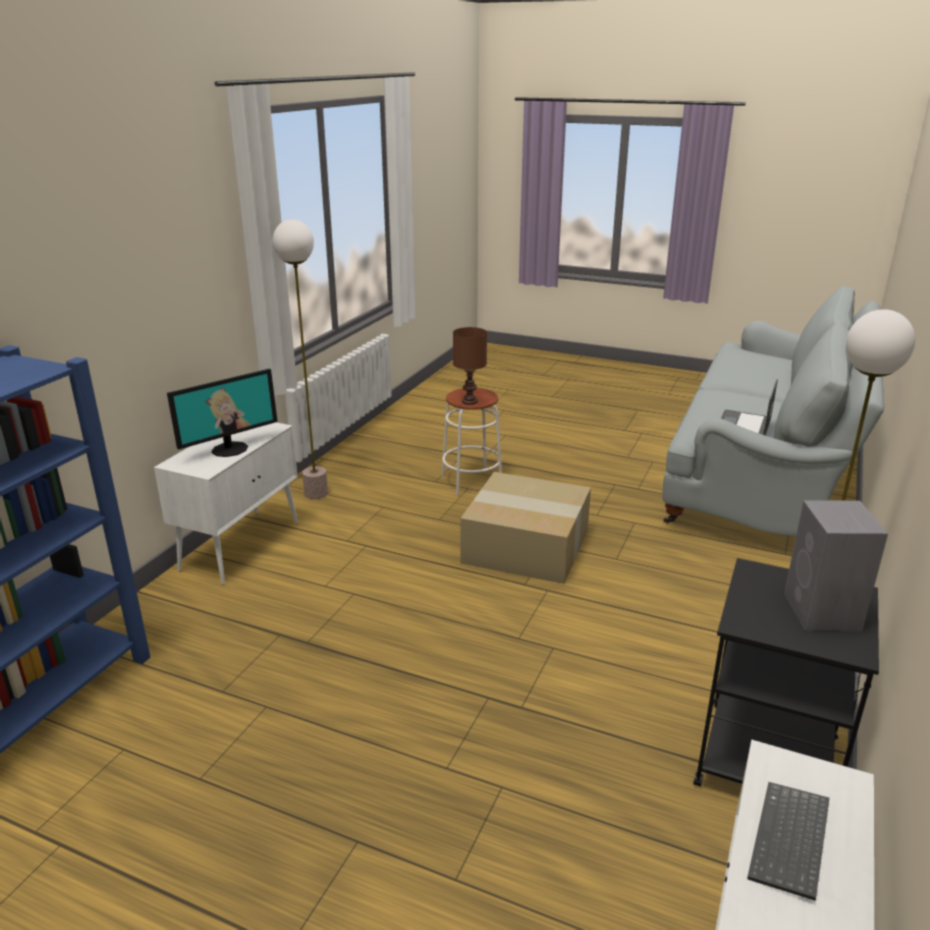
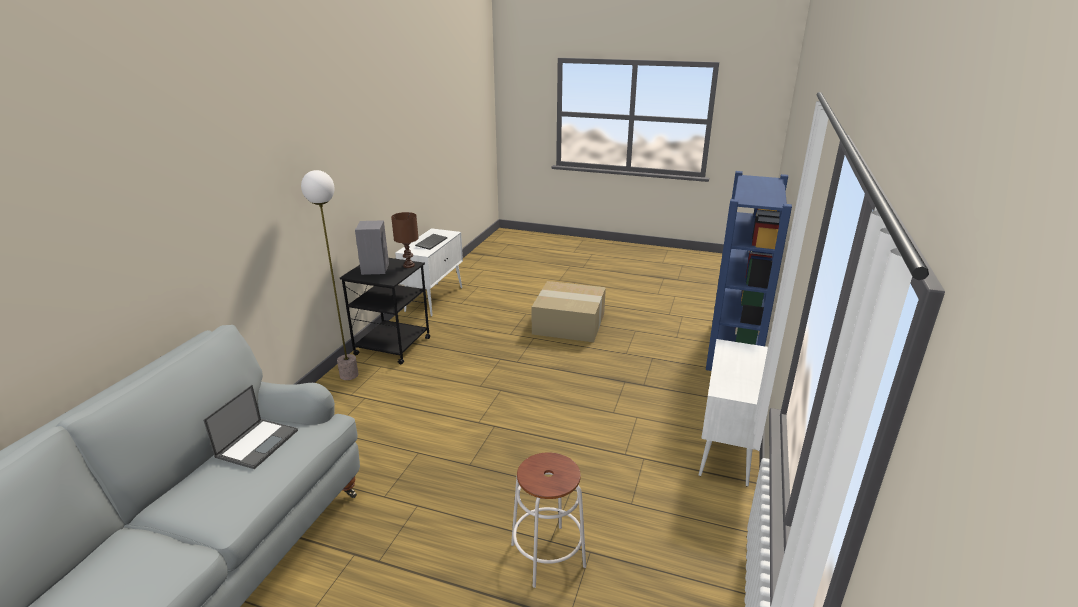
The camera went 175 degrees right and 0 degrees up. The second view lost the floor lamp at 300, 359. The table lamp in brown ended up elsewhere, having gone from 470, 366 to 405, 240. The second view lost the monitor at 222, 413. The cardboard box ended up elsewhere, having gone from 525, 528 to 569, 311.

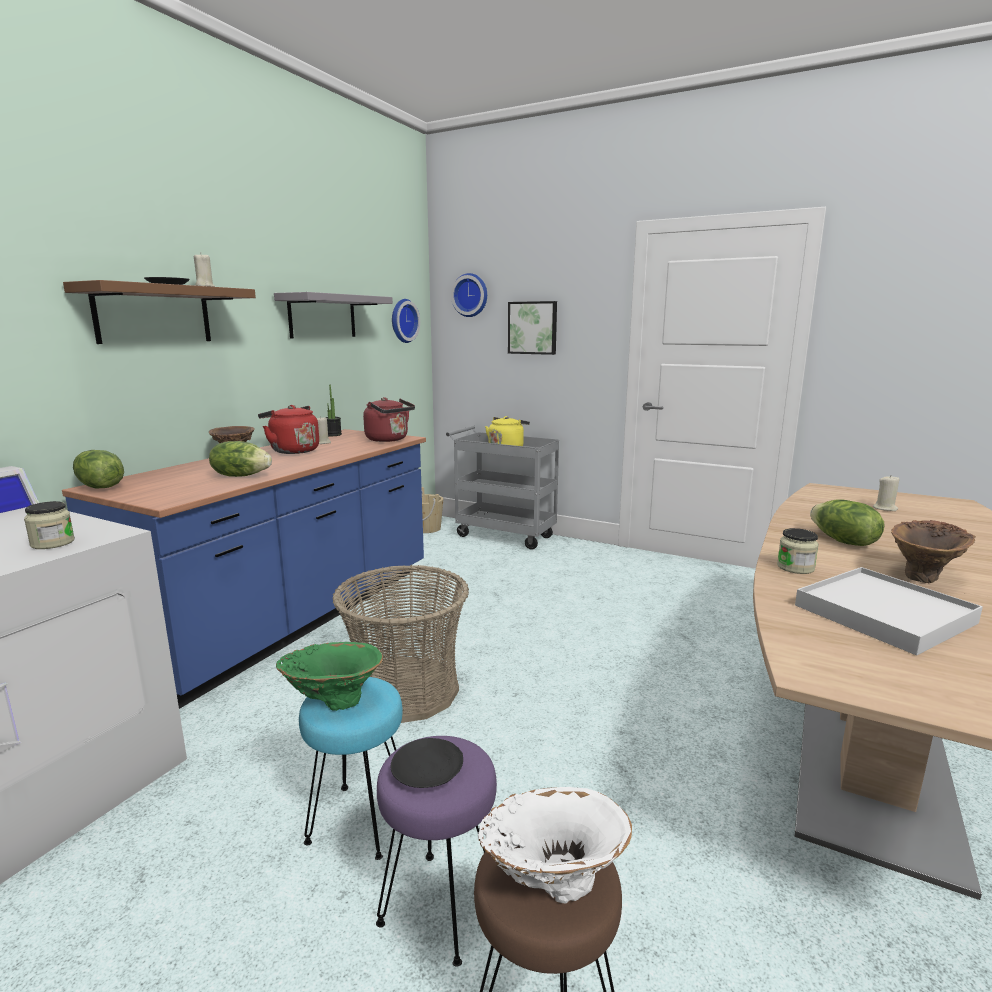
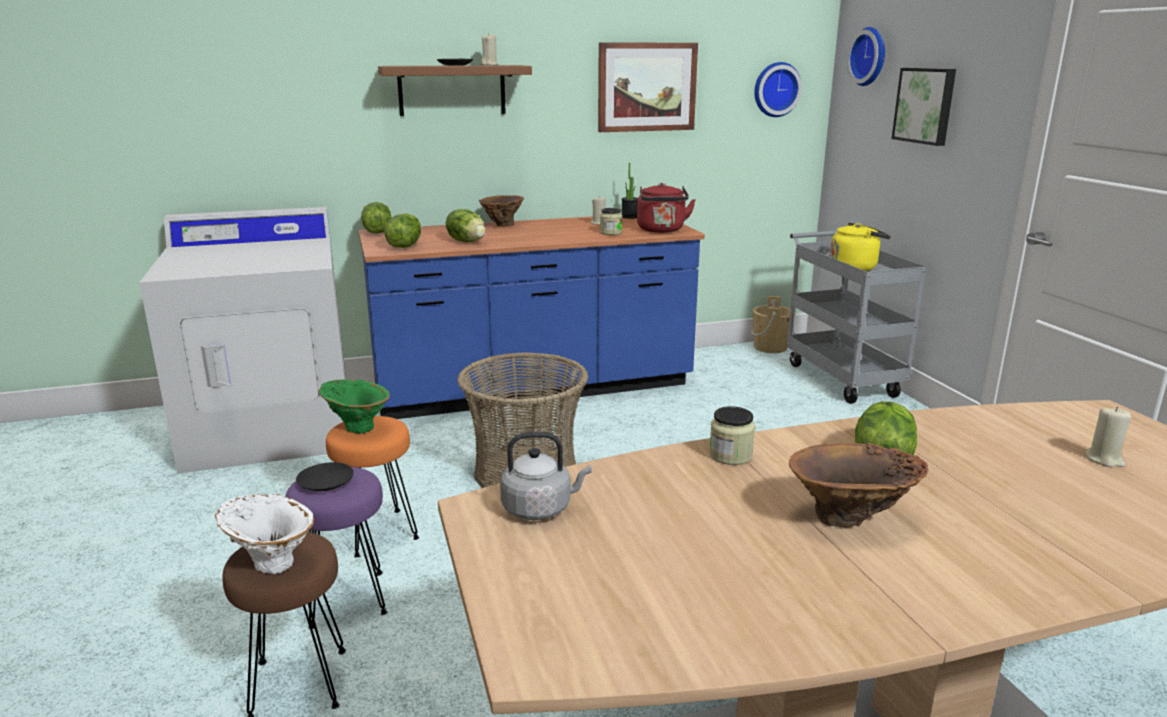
The camera went 45 degrees right and 5 degrees up. Where the shelf in grey hung at 333, 315, the picture came to hang at 648, 87. The second view lost the kettle in red at 288, 429. The jar ended up elsewhere, having gone from 49, 525 to 611, 221. The second view lost the tray in white at 889, 611. What was the stool in turquoise at 350, 768 turned into the stool in orange at 372, 486. The second view gained the lettuce at 402, 231. The second view gained the kettle in grey at 546, 476.

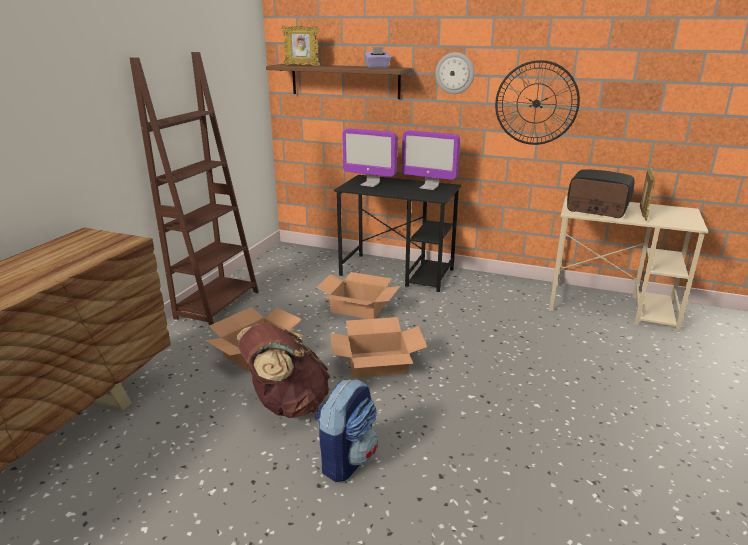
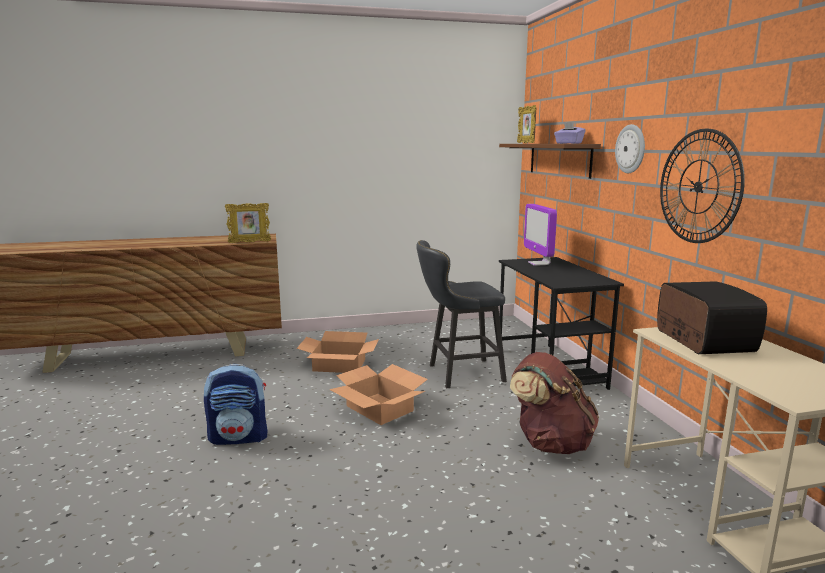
The camera went 55 degrees right and 10 degrees down. The second view lost the bookcase in brown at 194, 188. The second view lost the monitor at 431, 160. The picture frame ended up elsewhere, having gone from 648, 194 to 248, 223. Where the cardboard box stood at 358, 295, the stool in grey came to stand at 461, 314. The backpack in brown ended up elsewhere, having gone from 283, 370 to 554, 403.

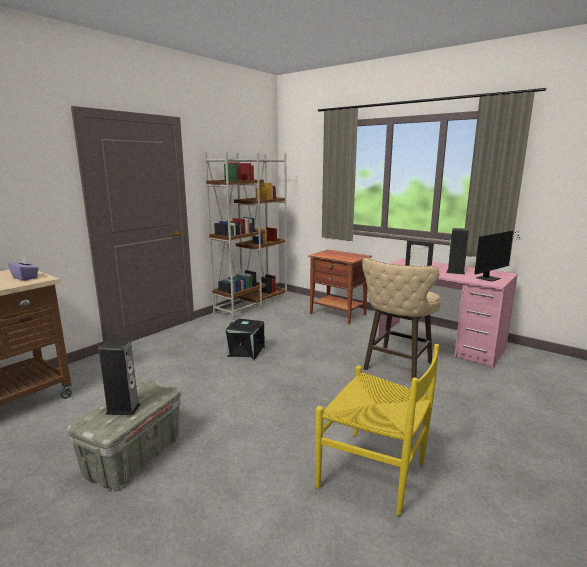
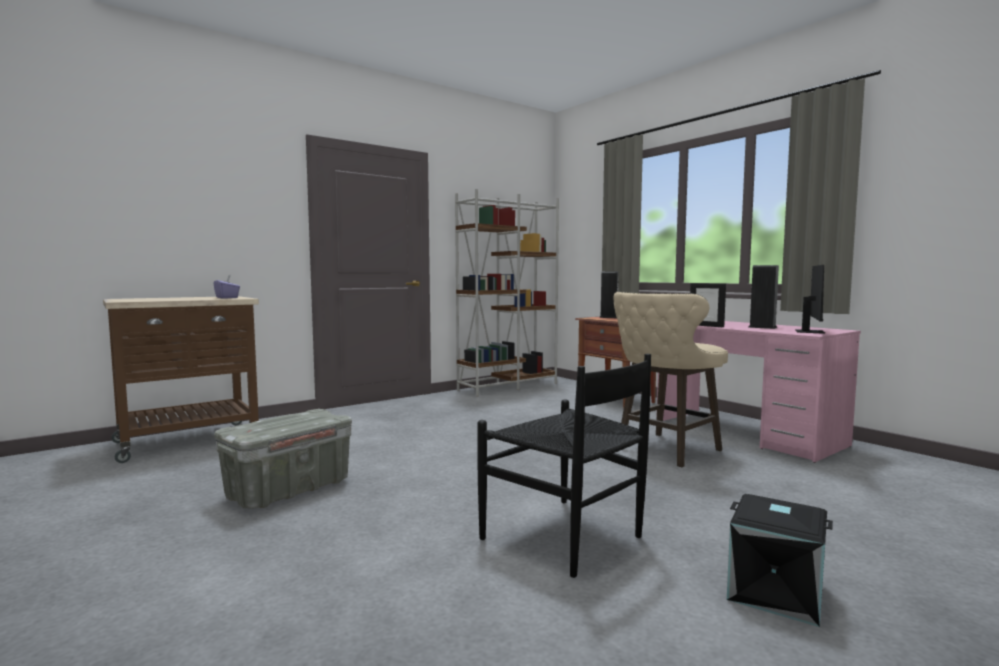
The camera went 15 degrees right and 10 degrees down. The monitor at 496, 256 ended up facing another way, 45 degrees counterclockwise from before. The storage box in black ended up elsewhere, having gone from 245, 339 to 780, 560. The speaker ended up elsewhere, having gone from 120, 378 to 608, 294. What was the chair in yellow at 377, 430 turned into the chair in black at 564, 466.

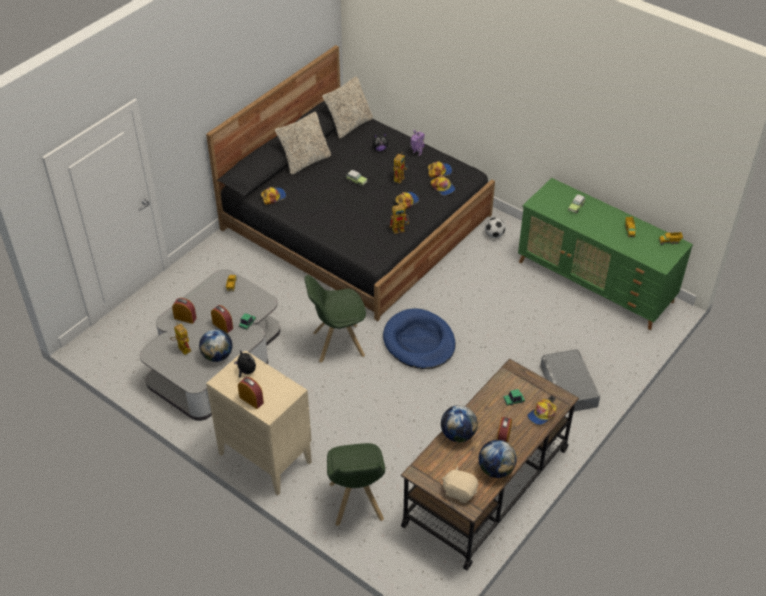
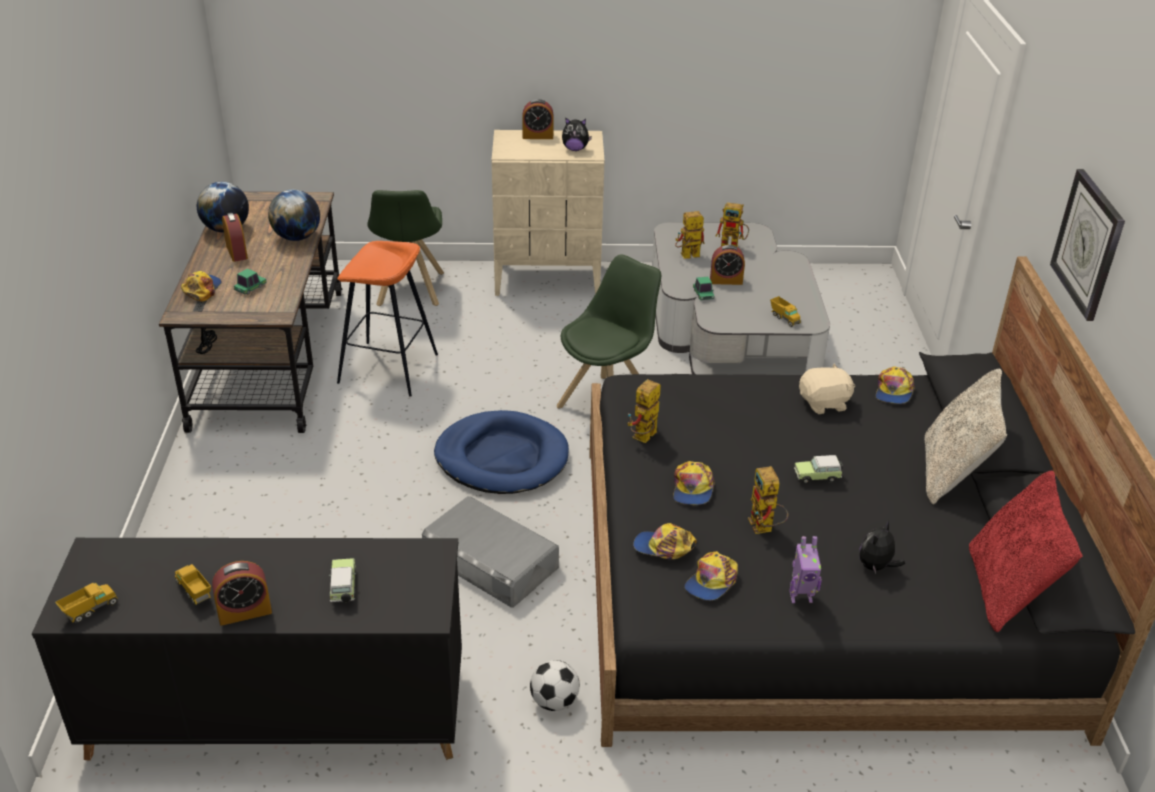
The camera went 140 degrees right and 10 degrees down. What was the pillow in beige at 347, 107 turned into the pillow in red at 1025, 551. What was the dresser in green at 605, 254 turned into the dresser in black at 247, 649. The alarm clock ended up elsewhere, having gone from 184, 311 to 242, 593. Where the globe stood at 216, 345, the toy robot came to stand at 690, 235. The storage box in grey ended up elsewhere, having gone from 570, 381 to 490, 552. The chair in green at 356, 484 ended up facing another way, 135 degrees counterclockwise from before. The plush toy in beige ended up elsewhere, having gone from 460, 484 to 827, 388. The second view gained the wall clock at 1087, 245. The second view gained the stool in orange at 387, 319.

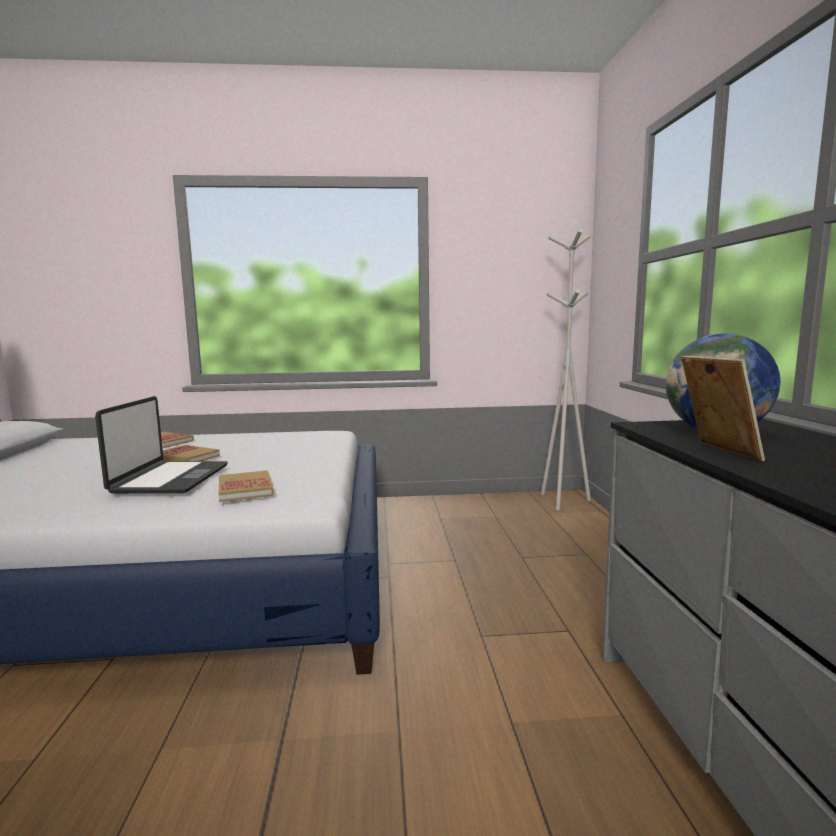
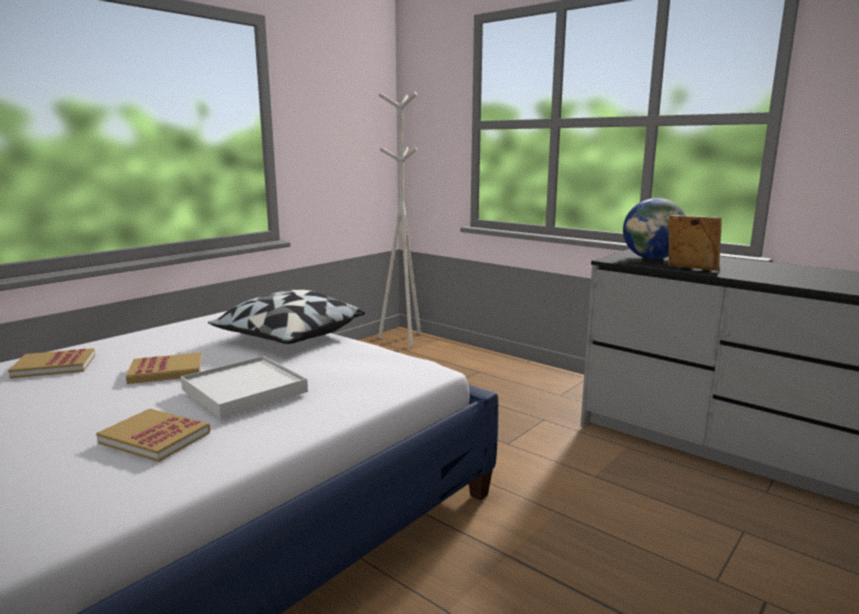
The camera went 45 degrees left and 5 degrees up. Where the laptop stood at 161, 445, the tray in white came to stand at 244, 387. The book ended up elsewhere, having gone from 246, 486 to 153, 435. The second view gained the pillow at 286, 316.

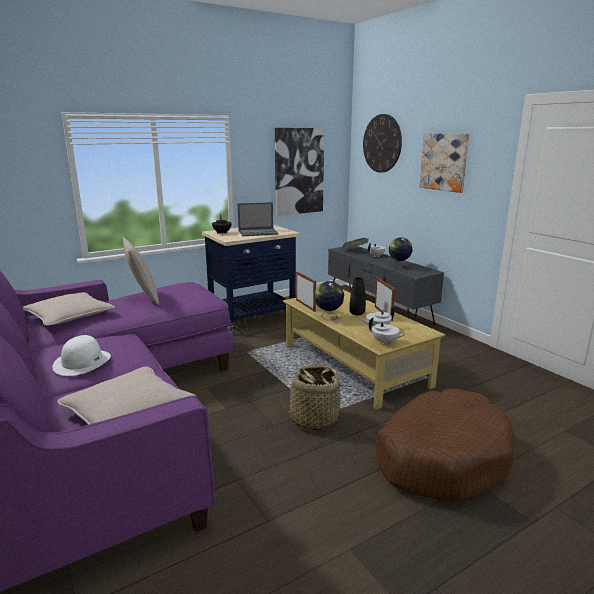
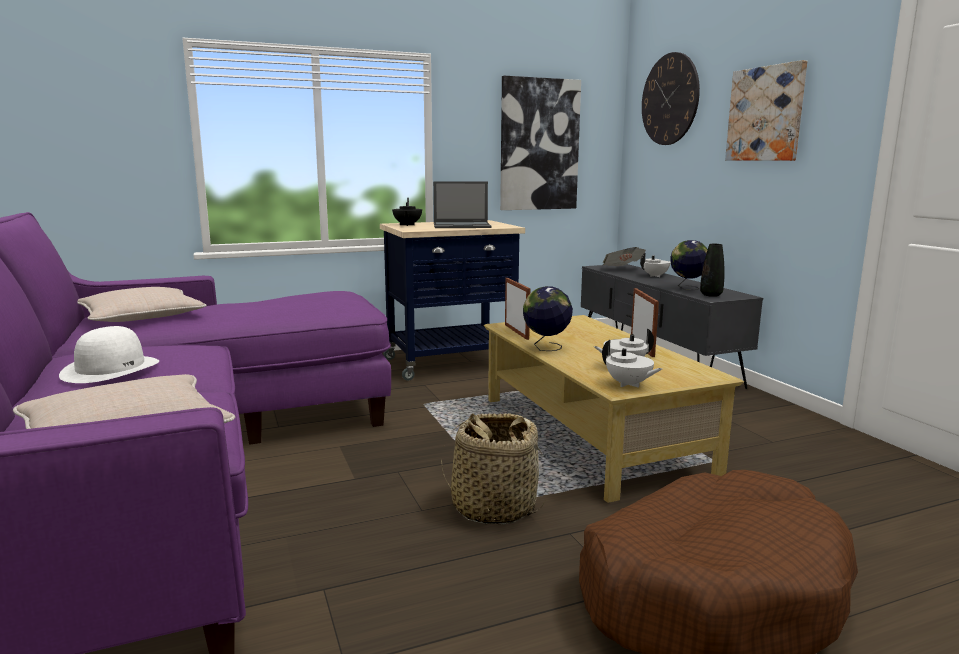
The camera went 10 degrees right and 5 degrees down. The second view lost the pillow in beige at 141, 271. The vase in black ended up elsewhere, having gone from 357, 296 to 712, 270.

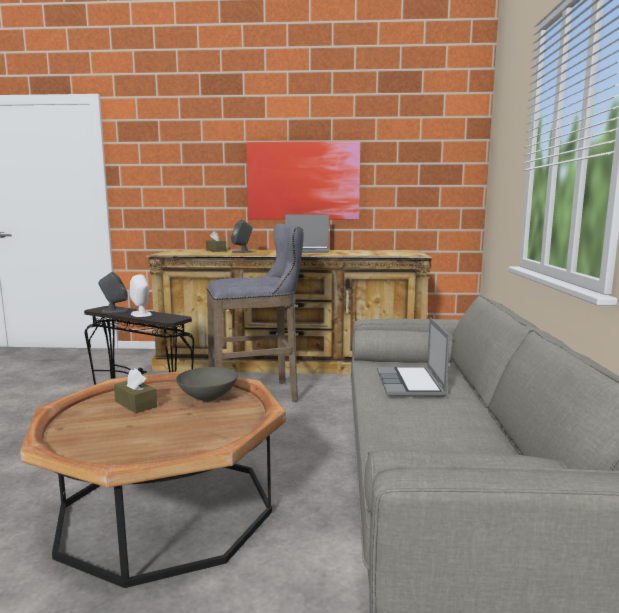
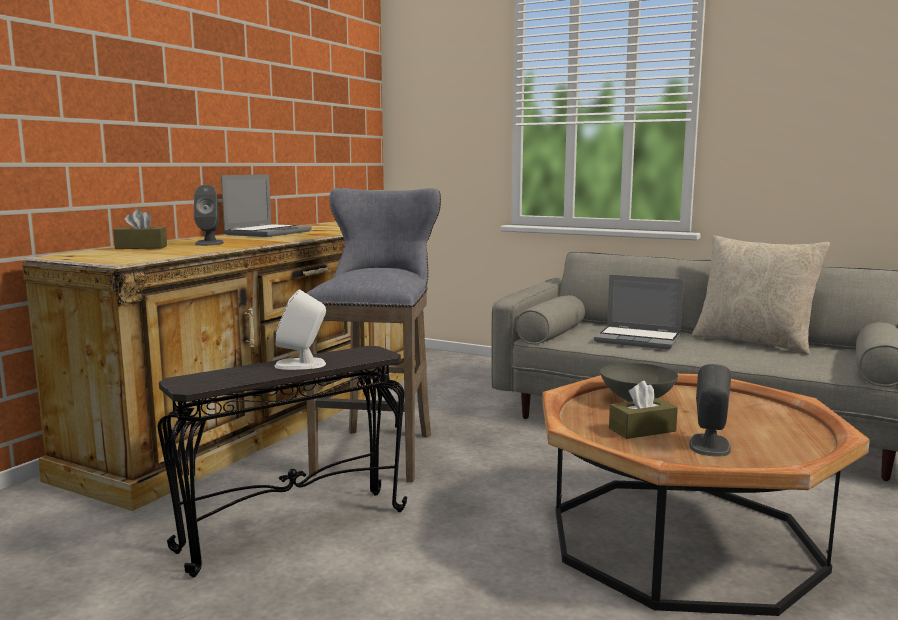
The camera went 65 degrees left and 0 degrees up. The second view lost the picture at 303, 180. The speaker in grey ended up elsewhere, having gone from 114, 292 to 710, 410. The second view gained the pillow in beige at 761, 295.

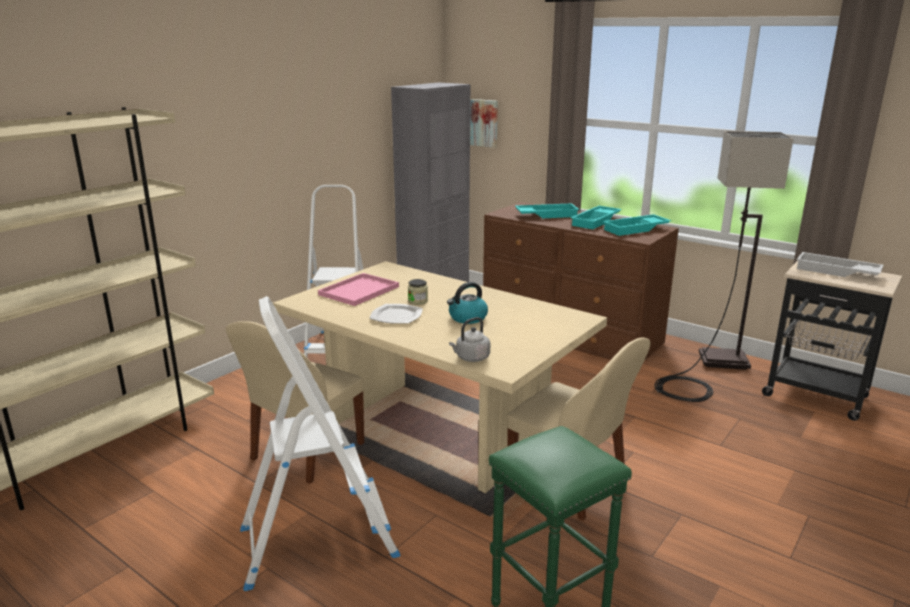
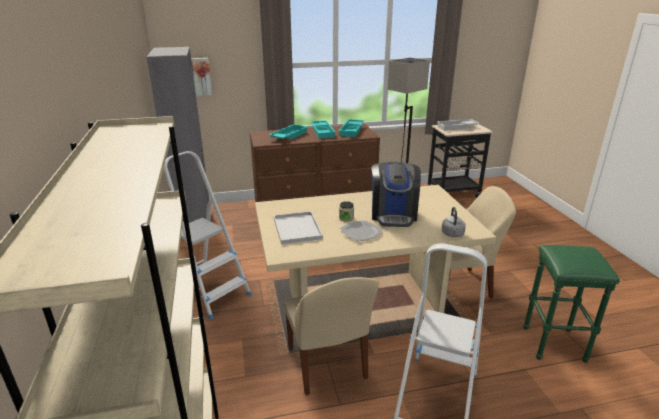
The camera went 50 degrees left and 5 degrees up. What was the tray in pink at 358, 289 turned into the tray in white at 298, 227. Where the kettle stood at 467, 303, the coffee machine came to stand at 396, 194.

